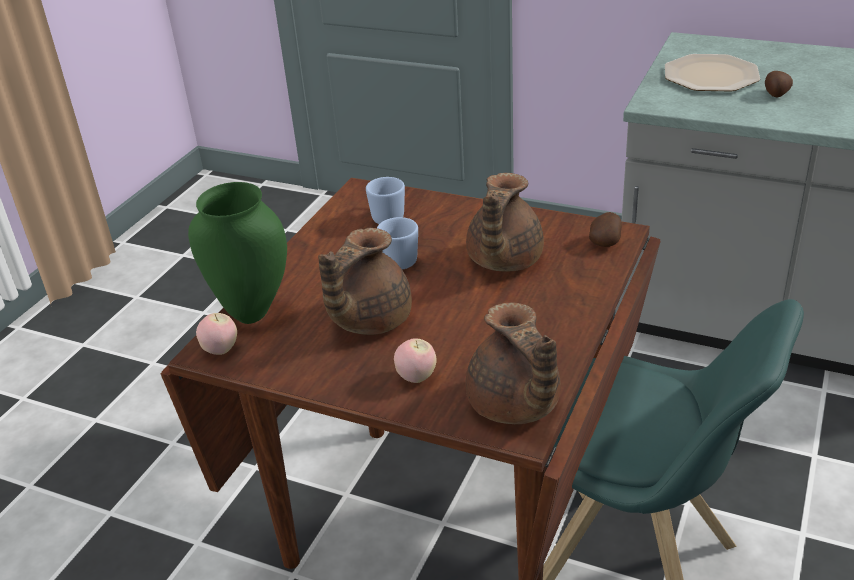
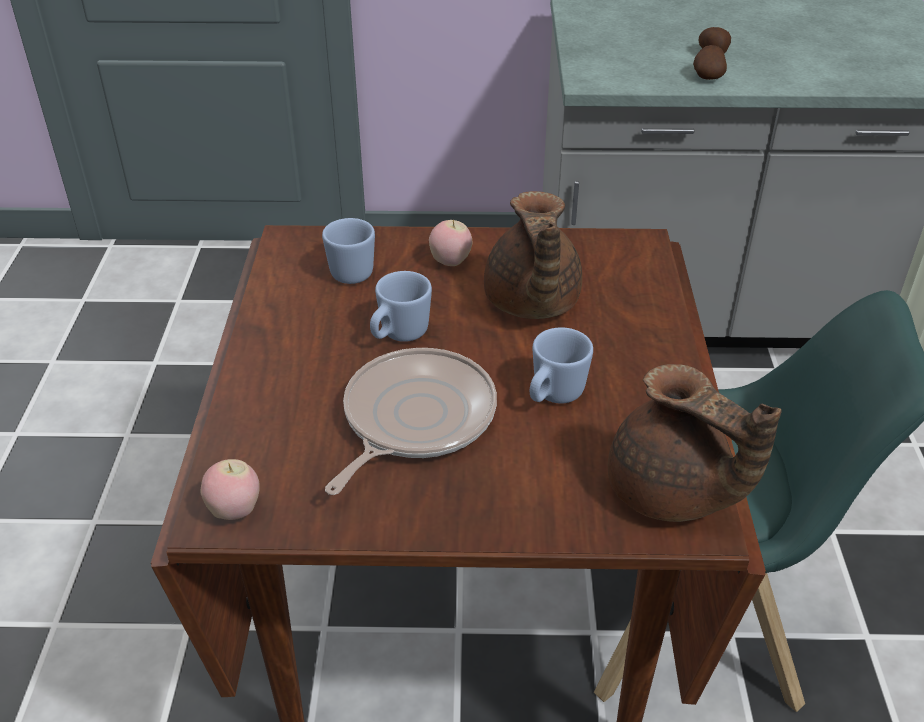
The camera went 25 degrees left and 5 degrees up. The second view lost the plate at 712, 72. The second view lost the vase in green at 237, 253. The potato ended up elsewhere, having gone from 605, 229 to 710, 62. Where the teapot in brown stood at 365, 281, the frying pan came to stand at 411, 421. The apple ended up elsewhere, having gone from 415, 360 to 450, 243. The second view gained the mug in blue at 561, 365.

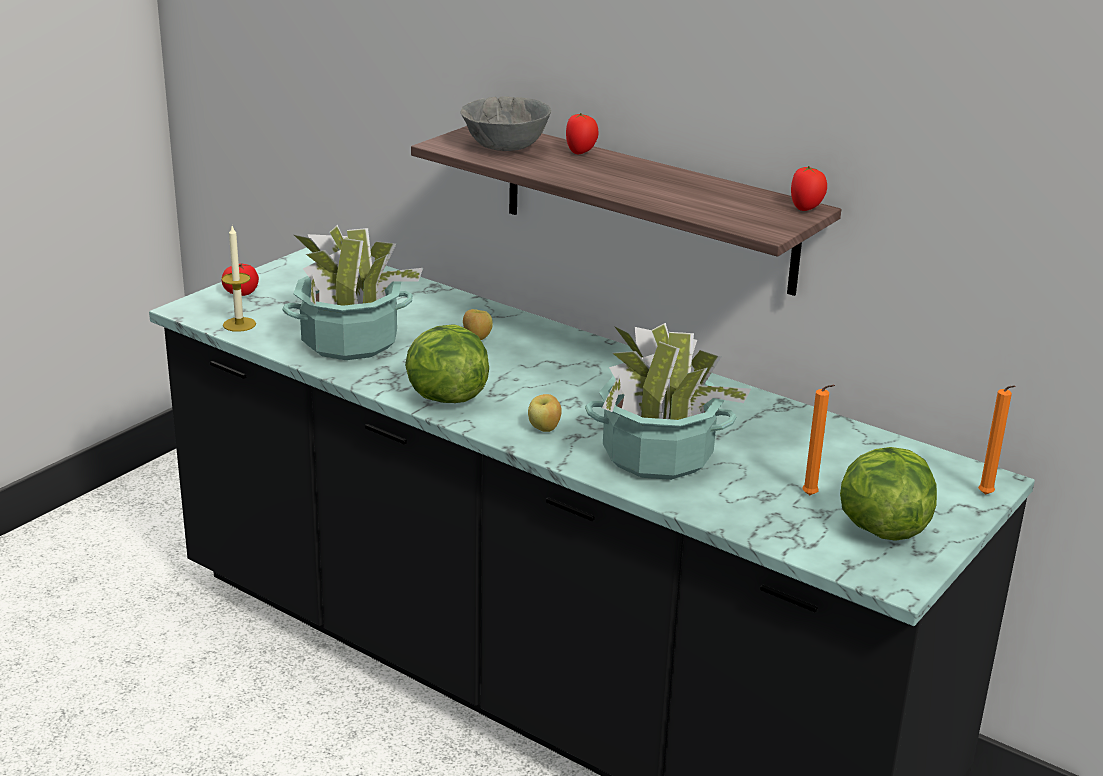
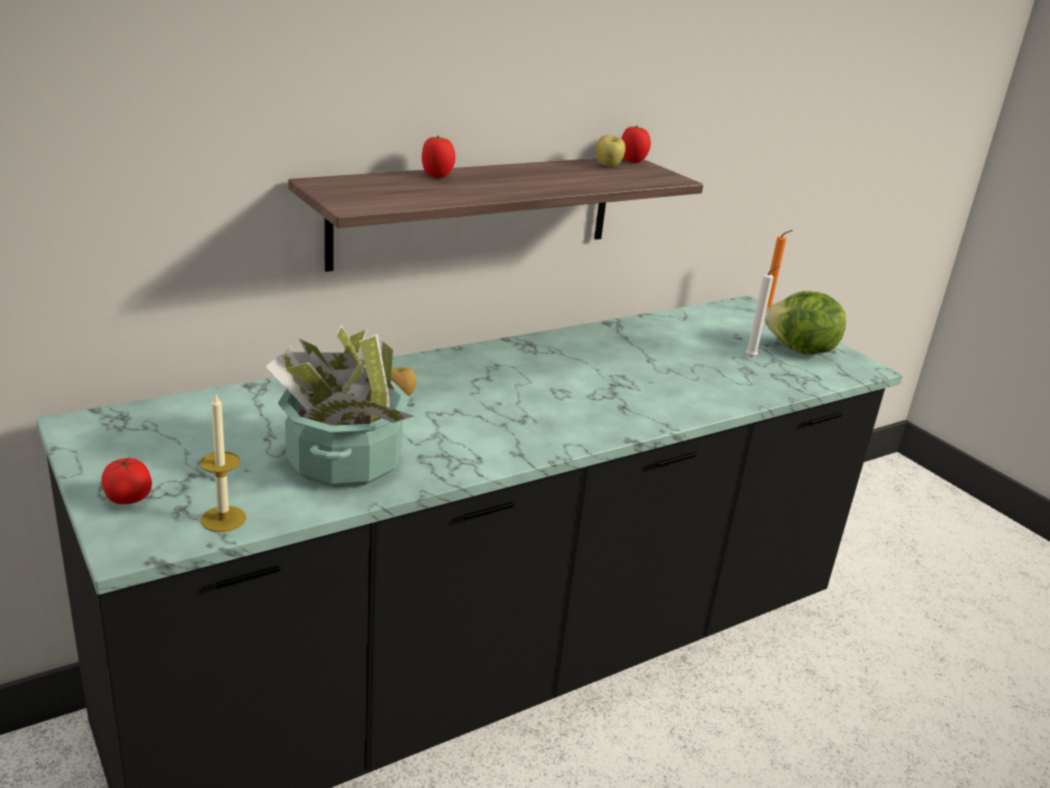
The camera went 70 degrees left and 0 degrees up. The second view lost the bowl in grey at 505, 123. The second view lost the potted plant at 668, 401. The second view lost the lettuce at 447, 363. What was the candle in orange at 818, 440 turned into the candle in white at 763, 311. The apple ended up elsewhere, having gone from 545, 413 to 611, 151.

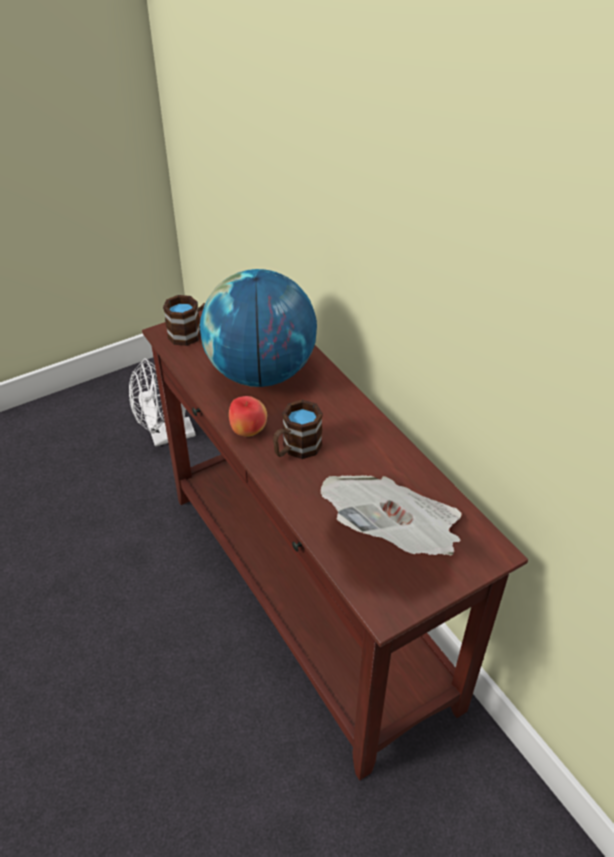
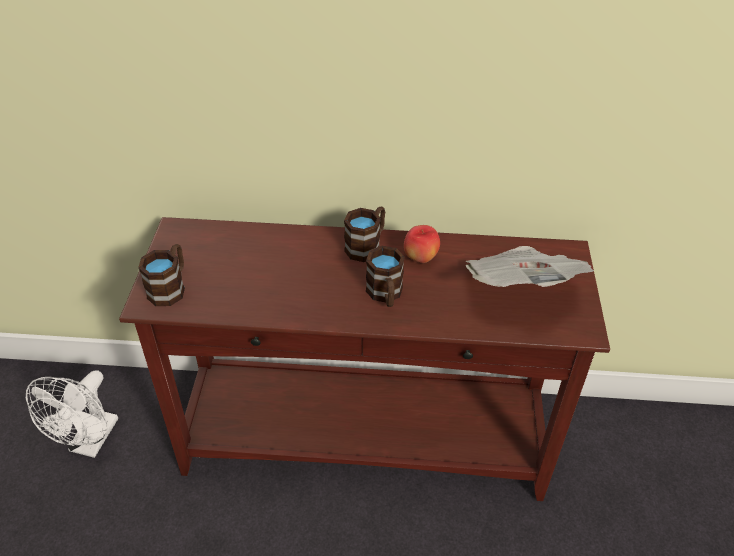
The camera went 55 degrees left and 0 degrees up. The second view lost the globe at 258, 328. The apple ended up elsewhere, having gone from 248, 416 to 422, 244. The second view gained the mug in brown at 364, 234.

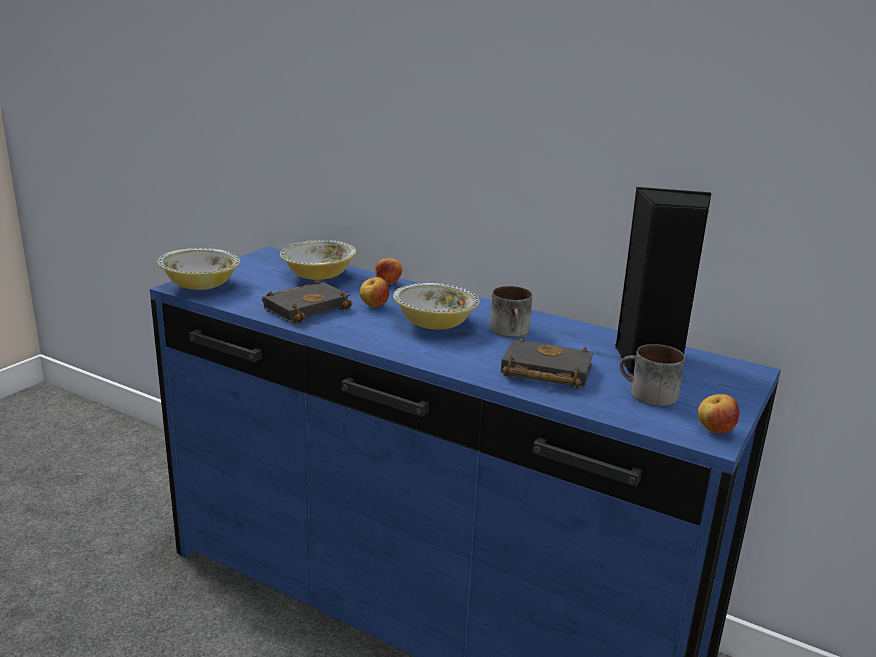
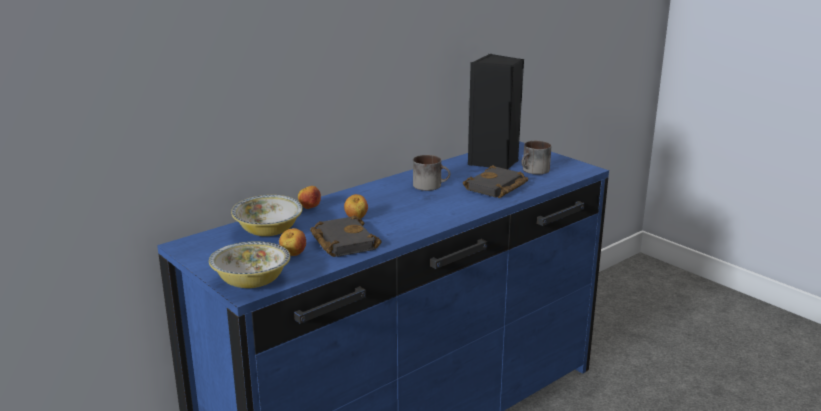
The camera went 70 degrees left and 0 degrees up. The second view lost the bowl at 436, 306. The apple ended up elsewhere, having gone from 718, 414 to 292, 242.

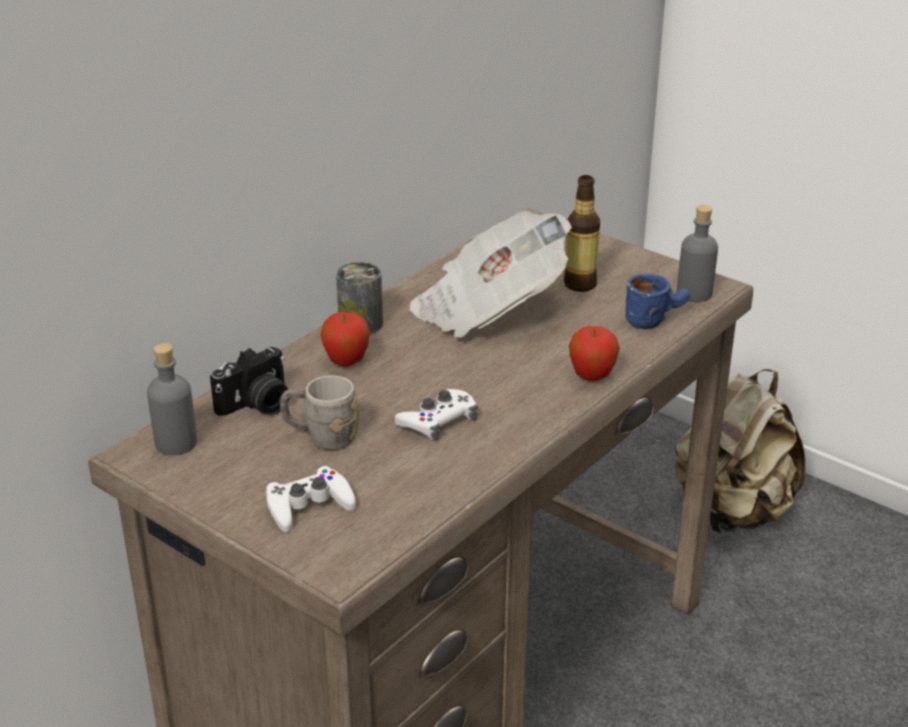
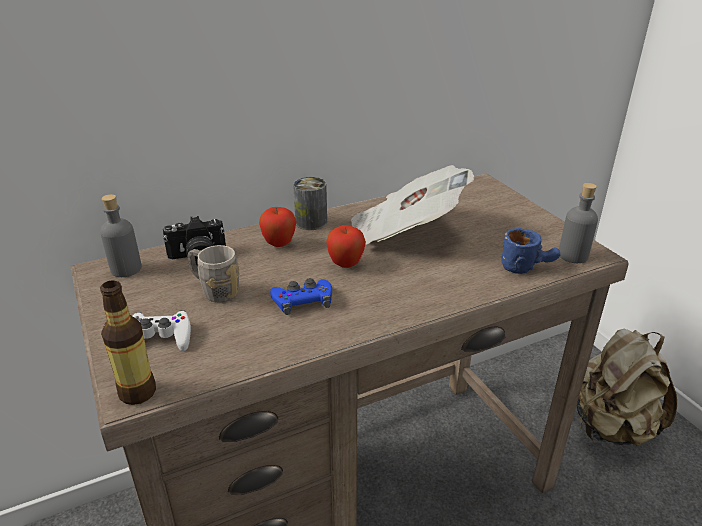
The camera went 25 degrees right and 0 degrees up. The bottle ended up elsewhere, having gone from 582, 233 to 128, 343. The apple ended up elsewhere, having gone from 594, 353 to 346, 246. What was the game controller in white at 436, 415 turned into the game controller in blue at 301, 296.

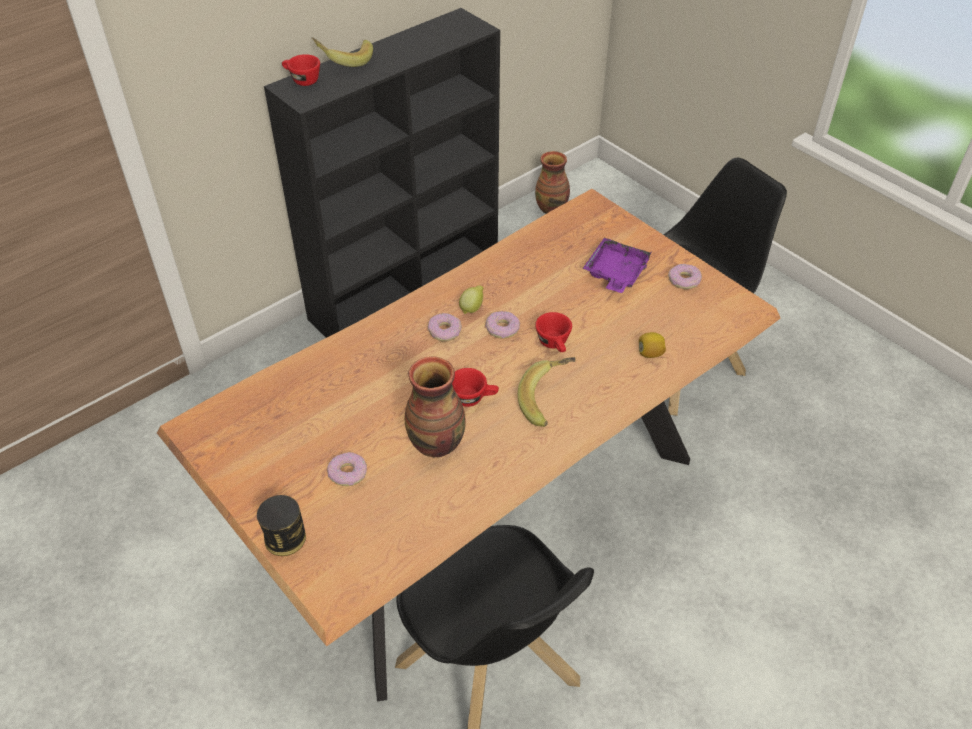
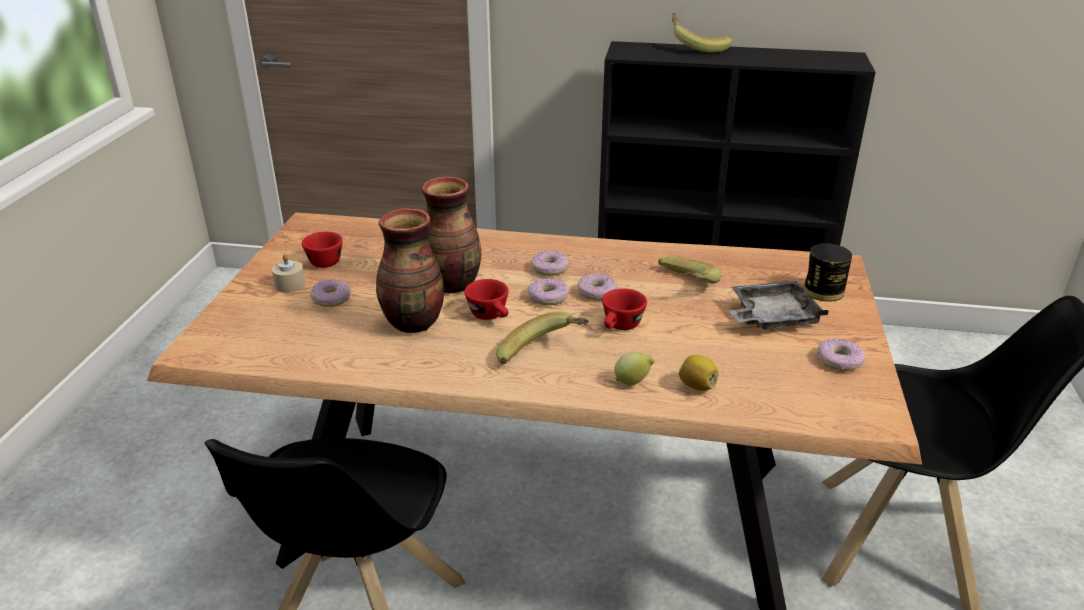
The camera went 50 degrees right and 15 degrees down. The cup in red ended up elsewhere, having gone from 301, 70 to 322, 250. The vase ended up elsewhere, having gone from 552, 182 to 451, 235. What was the tray in purple at 618, 265 turned into the tray in grey at 779, 305. The lemon ended up elsewhere, having gone from 471, 299 to 634, 368. The can ended up elsewhere, having gone from 281, 525 to 827, 272. The second view gained the candle in beige at 289, 273. The second view gained the banana at 689, 270. The second view gained the donut at 548, 291.

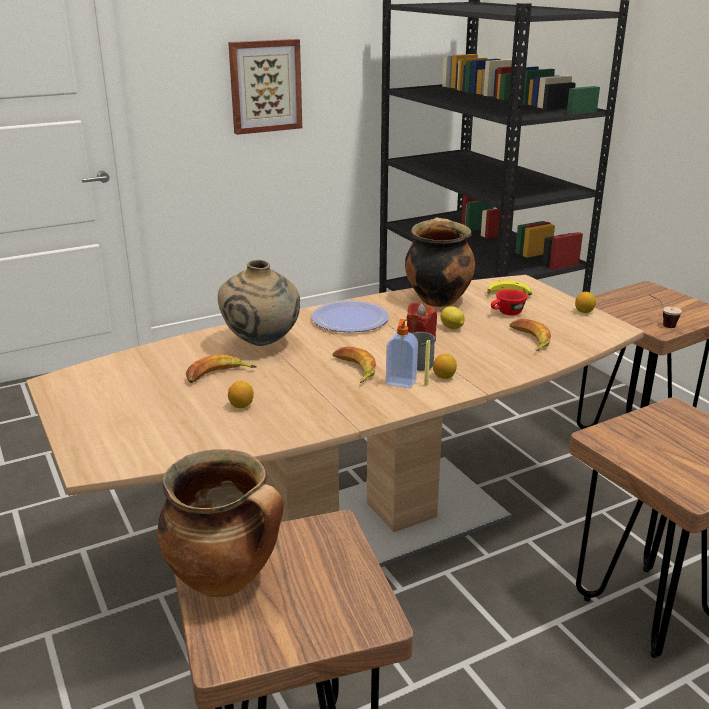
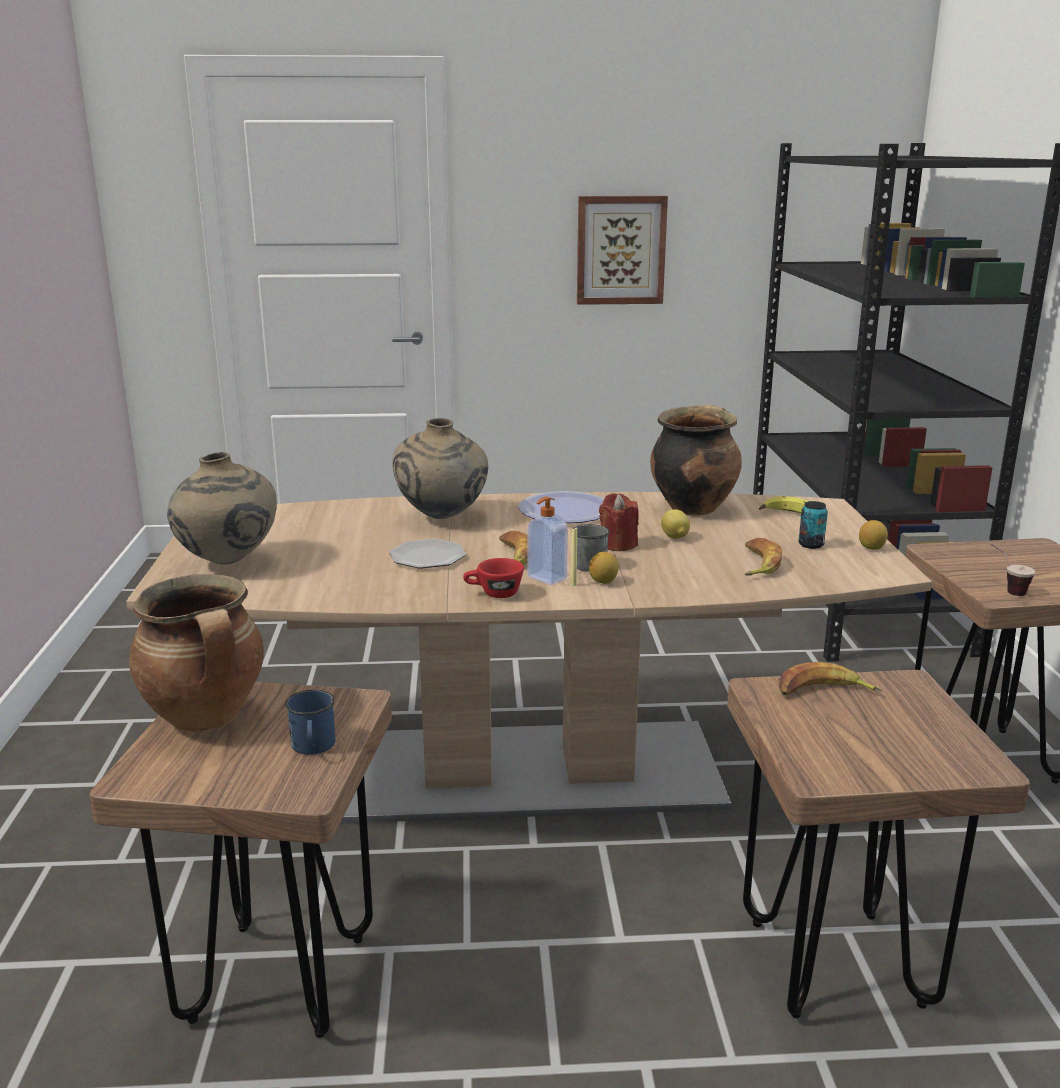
The camera went 25 degrees right and 5 degrees down. The cup in red ended up elsewhere, having gone from 509, 302 to 493, 578. The banana ended up elsewhere, having gone from 221, 369 to 830, 678. The second view lost the lemon at 241, 394. The second view gained the vase in beige at 222, 508. The second view gained the can at 813, 525. The second view gained the plate at 428, 553. The second view gained the mug in blue at 310, 722.

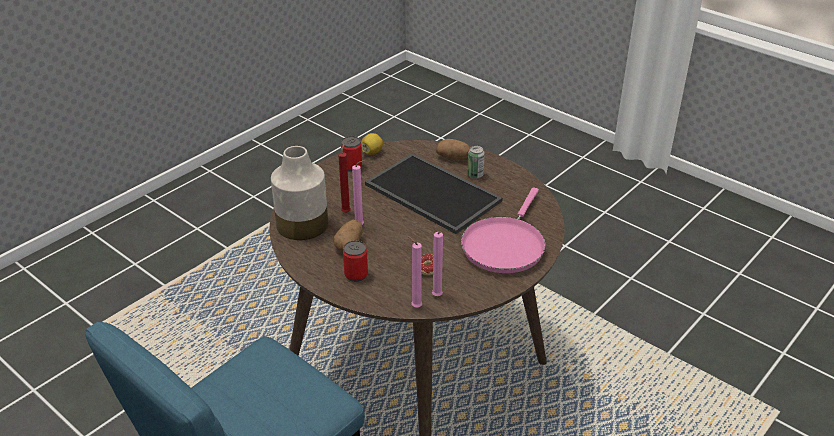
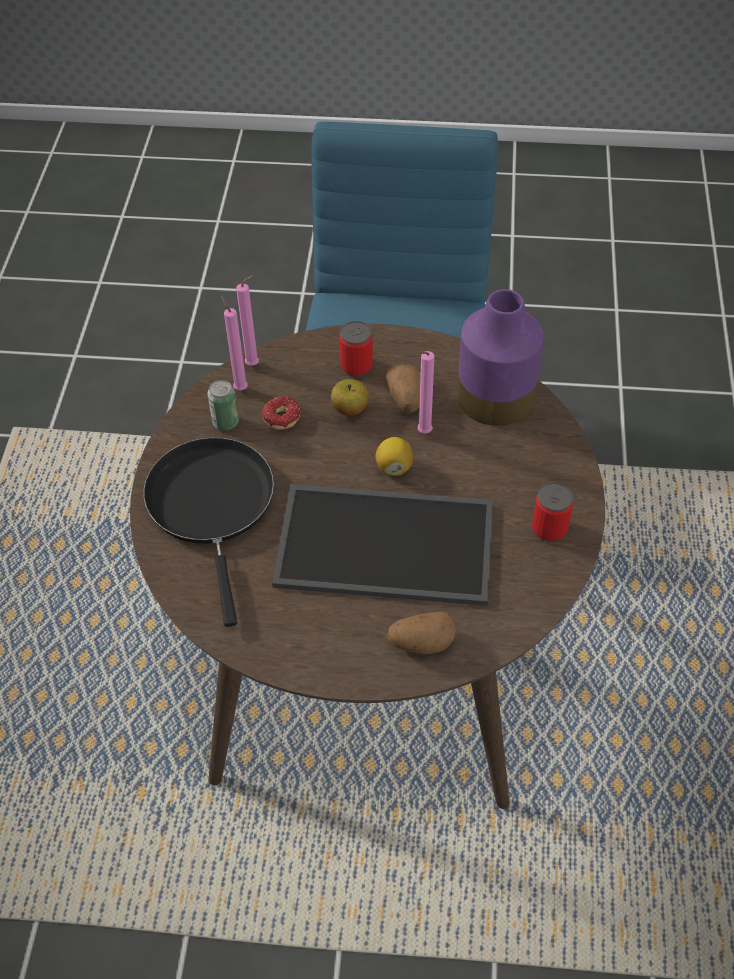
The camera went 145 degrees right and 15 degrees up. The lemon ended up elsewhere, having gone from 372, 144 to 394, 456. The second view lost the candle in red at 344, 178. What was the vase in beige at 299, 193 turned into the vase in purple at 500, 357. The can ended up elsewhere, having gone from 476, 162 to 223, 405. What was the frying pan in pink at 503, 230 turned into the frying pan in black at 208, 532. The second view gained the apple at 350, 397.

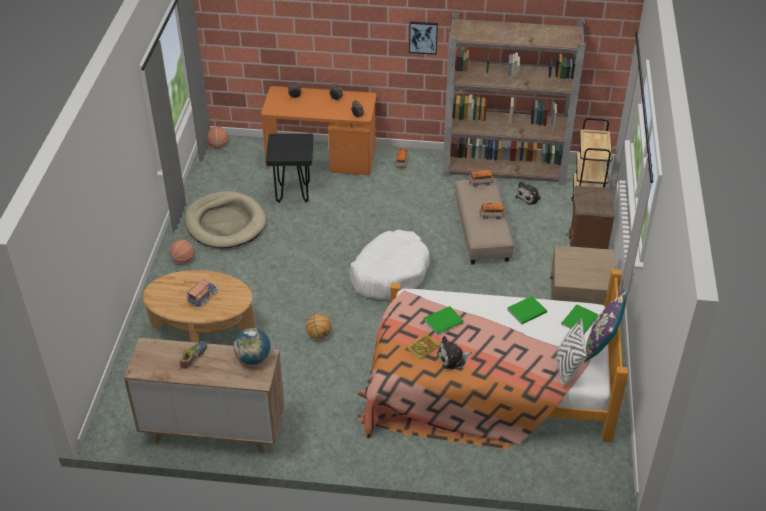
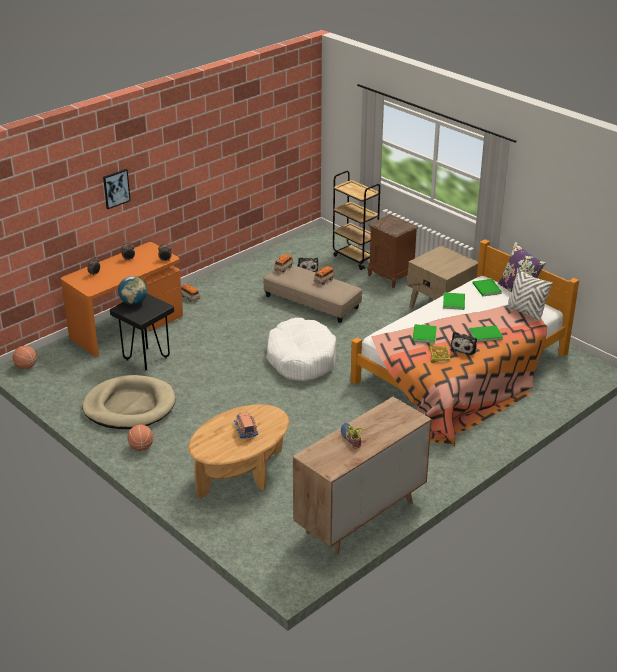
The camera went 50 degrees left and 10 degrees down. The second view lost the bookcase in brown at 514, 99. The picture ended up elsewhere, having gone from 423, 38 to 117, 189. The second view lost the basketball at 318, 326. The globe ended up elsewhere, having gone from 252, 346 to 132, 290. The second view gained the book in green at 486, 334.

